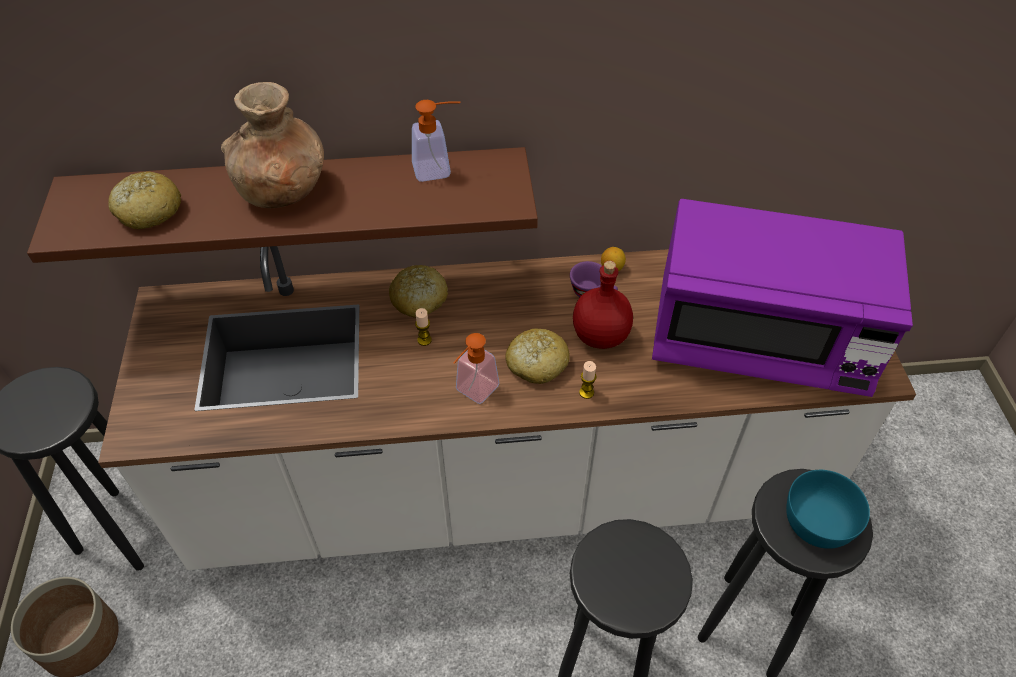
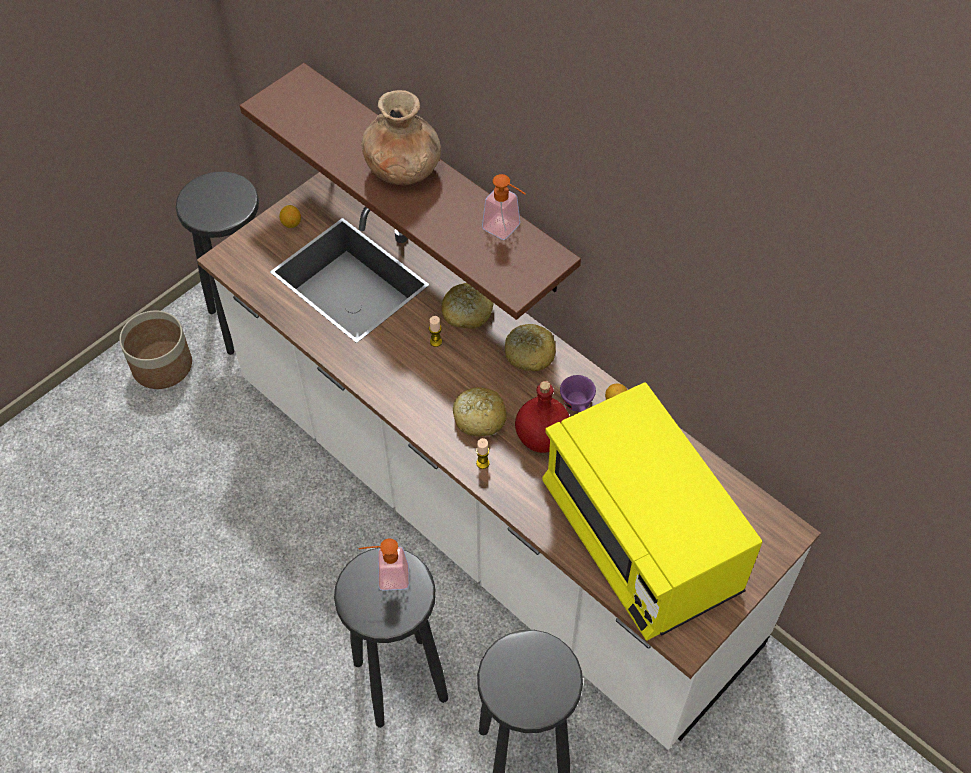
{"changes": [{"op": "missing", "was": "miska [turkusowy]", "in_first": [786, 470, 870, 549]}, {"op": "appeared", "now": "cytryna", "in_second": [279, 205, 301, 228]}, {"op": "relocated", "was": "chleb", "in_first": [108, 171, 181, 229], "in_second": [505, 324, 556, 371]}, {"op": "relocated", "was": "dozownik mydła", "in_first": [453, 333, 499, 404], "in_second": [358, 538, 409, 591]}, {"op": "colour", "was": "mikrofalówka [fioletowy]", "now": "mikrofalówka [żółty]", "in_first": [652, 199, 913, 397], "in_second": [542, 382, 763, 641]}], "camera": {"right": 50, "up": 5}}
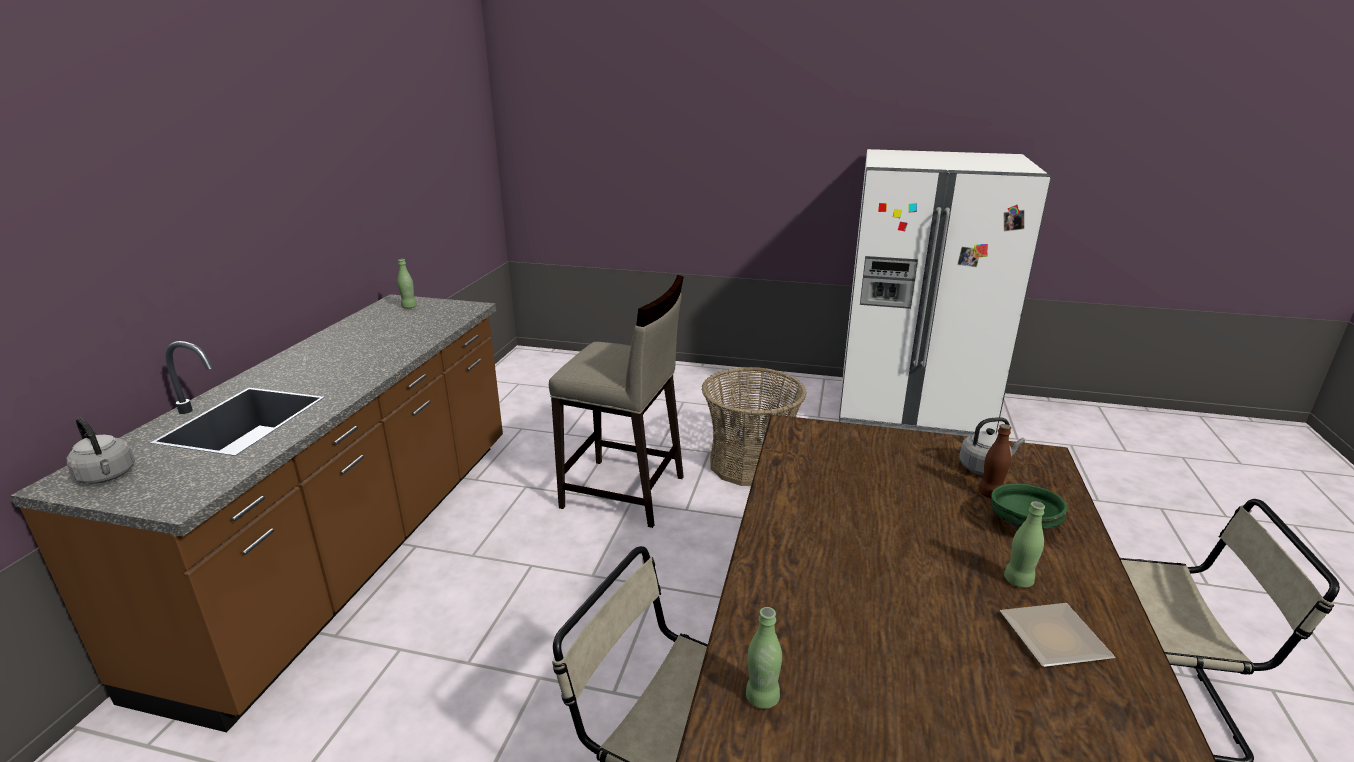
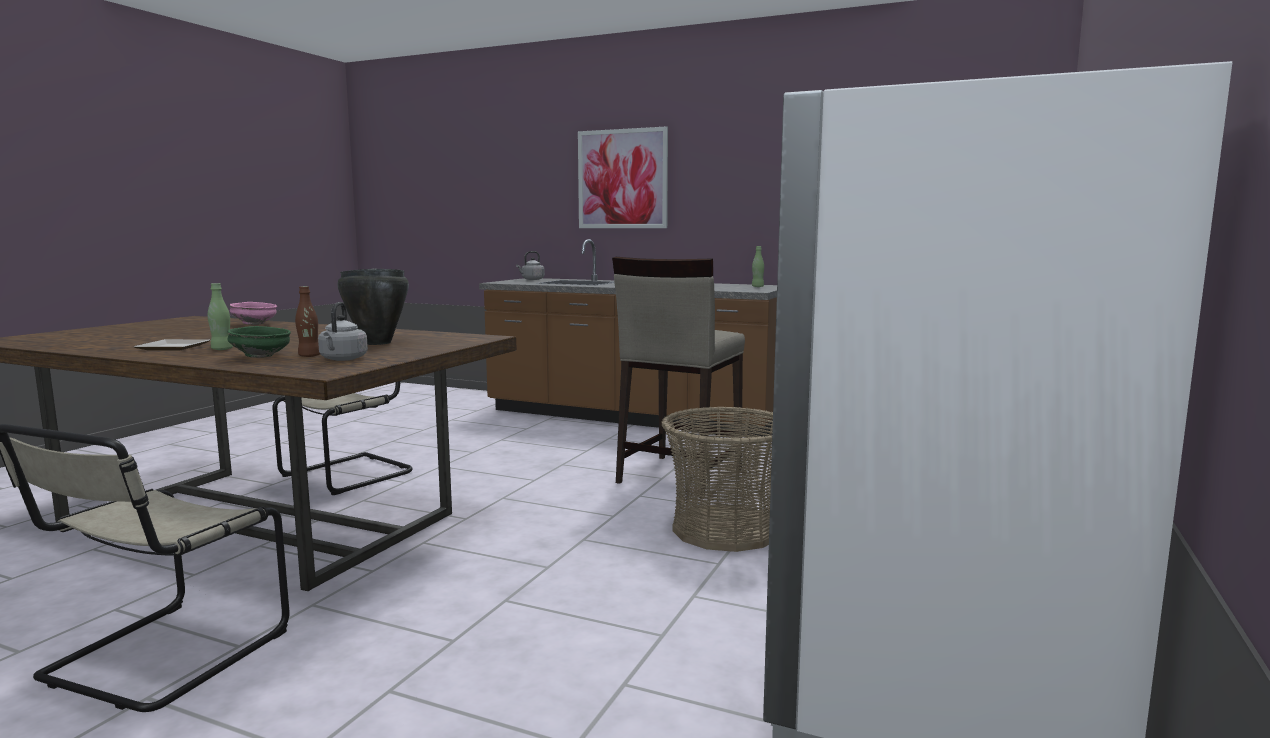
{"changes": [{"op": "appeared", "now": "garnek [czarny]", "in_second": [337, 269, 409, 345]}, {"op": "appeared", "now": "obraz", "in_second": [578, 126, 668, 228]}, {"op": "exchanged", "was": "butelka [zielony]", "now": "miska [różowy]", "in_first": [746, 607, 782, 709], "in_second": [230, 302, 277, 325]}], "camera": {"right": 100, "up": -15}}
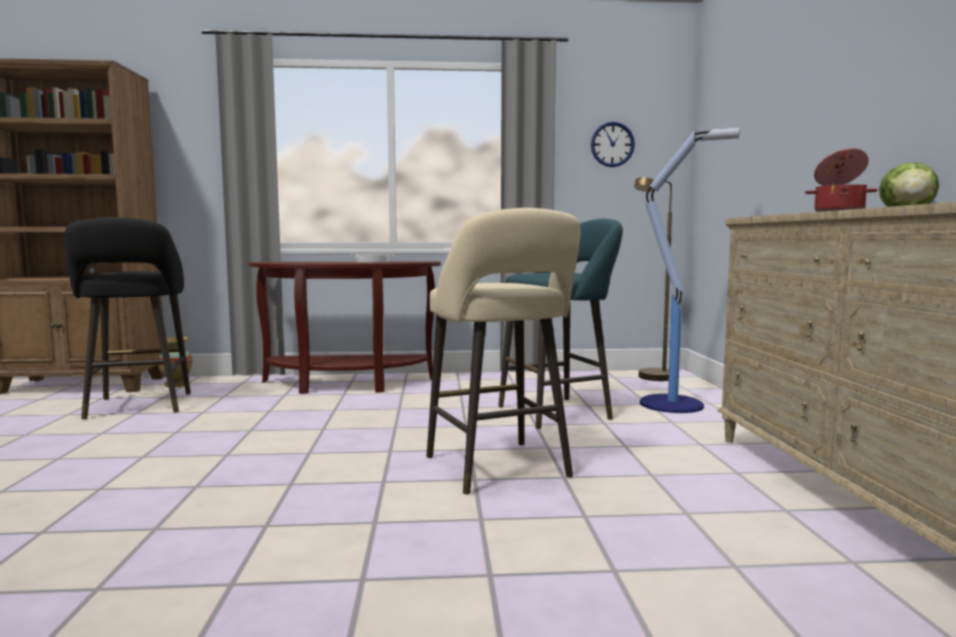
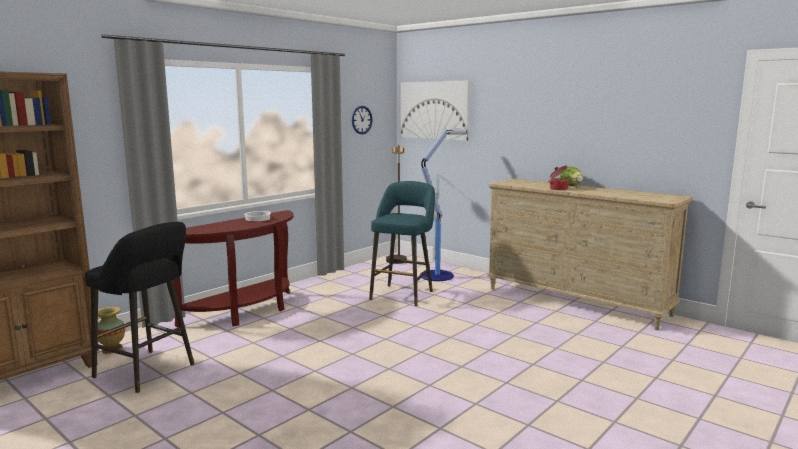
{"changes": [{"op": "missing", "was": "stołek [beżowy]", "in_first": [426, 208, 581, 494]}, {"op": "appeared", "now": "obraz", "in_second": [401, 81, 470, 141]}], "camera": {"right": -45, "up": 5}}
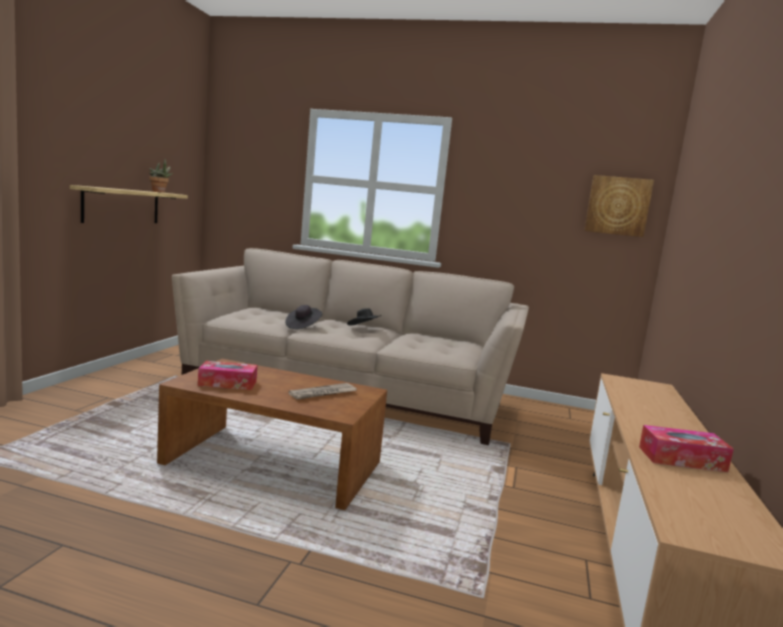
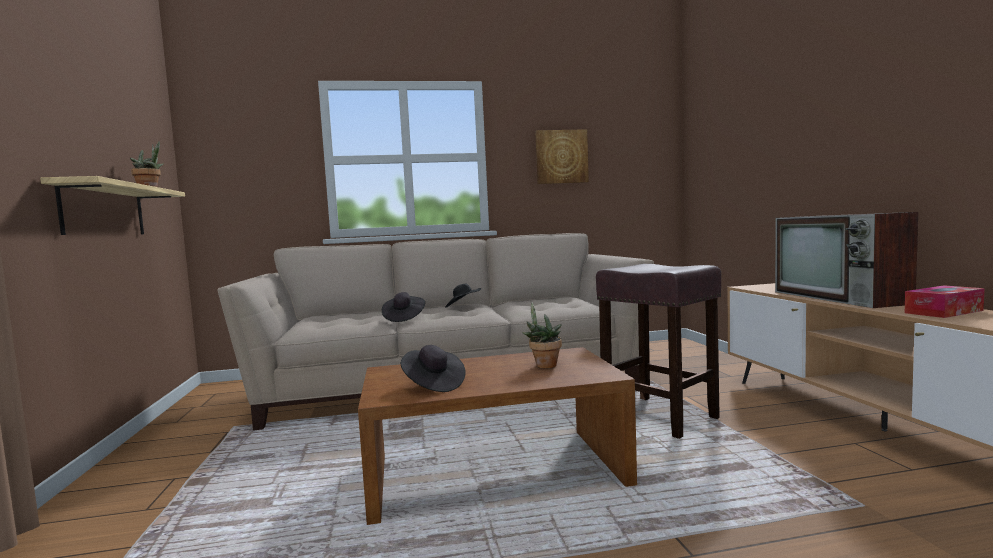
{"changes": [{"op": "appeared", "now": "stołek [brązowy]", "in_second": [596, 264, 721, 439]}, {"op": "appeared", "now": "telewizor", "in_second": [775, 212, 918, 308]}, {"op": "relocated", "was": "obraz", "in_first": [584, 175, 654, 237], "in_second": [535, 129, 589, 184]}, {"op": "exchanged", "was": "pudełko chusteczek", "now": "kapelusz [czarny]", "in_first": [198, 361, 257, 390], "in_second": [401, 345, 466, 392]}, {"op": "exchanged", "was": "gazeta", "now": "roślina doniczkowa", "in_first": [289, 383, 357, 400], "in_second": [522, 302, 562, 368]}], "camera": {"right": -25, "up": -5}}
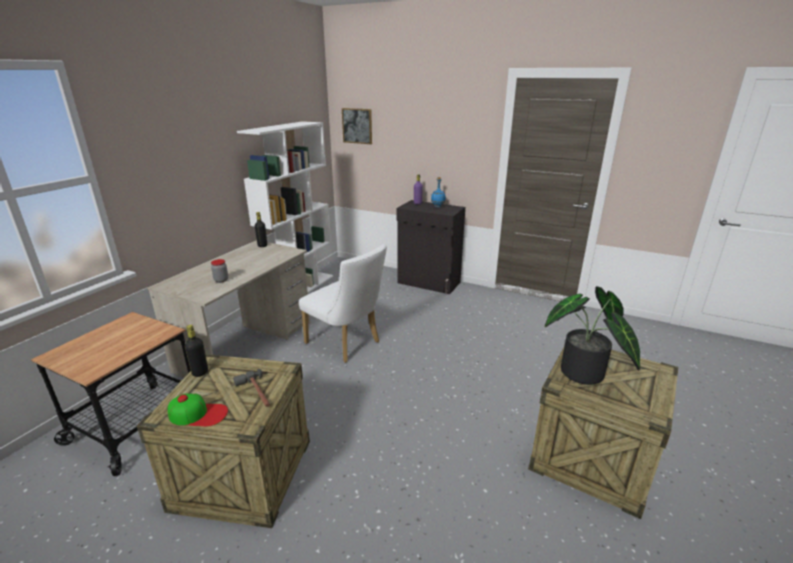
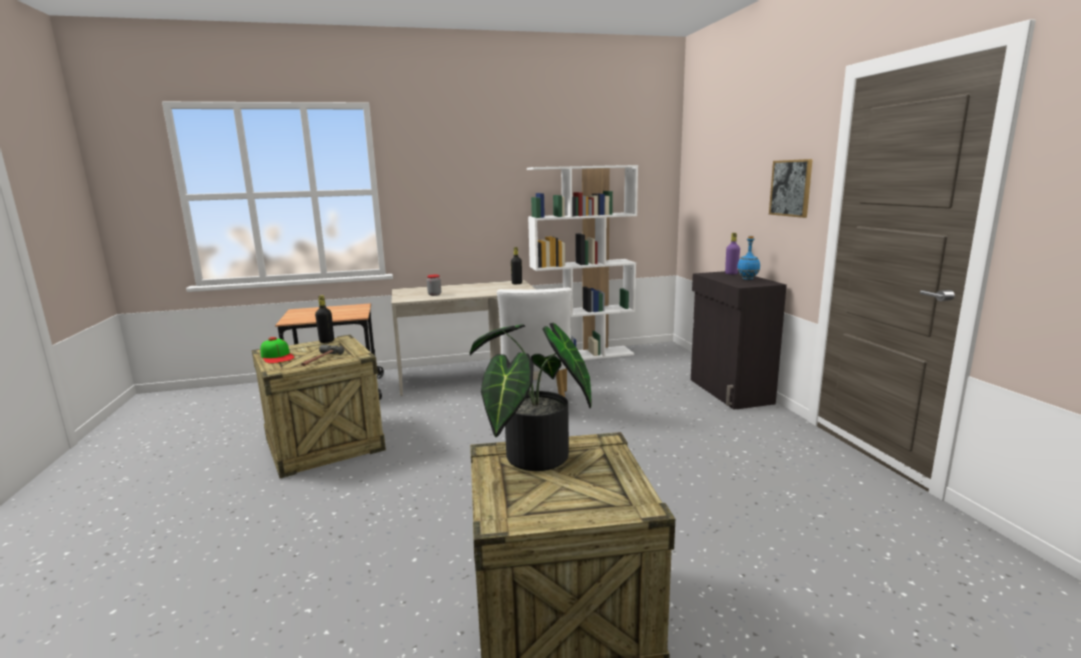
{"changes": [{"op": "relocated", "was": "obraz", "in_first": [342, 108, 372, 144], "in_second": [769, 159, 813, 218]}], "camera": {"right": 50, "up": -10}}
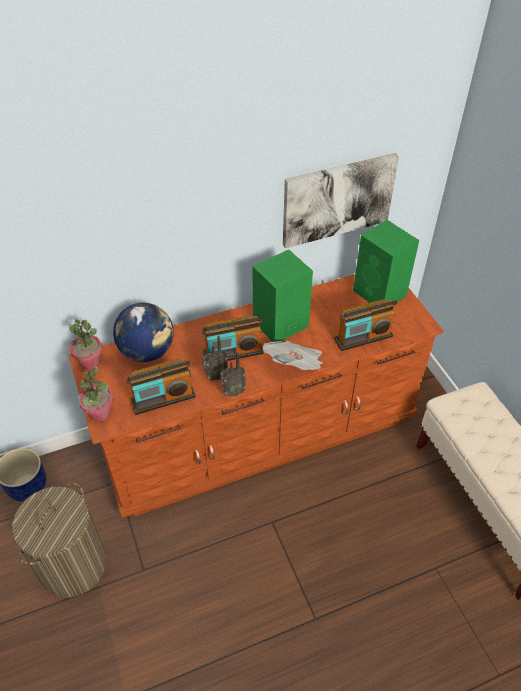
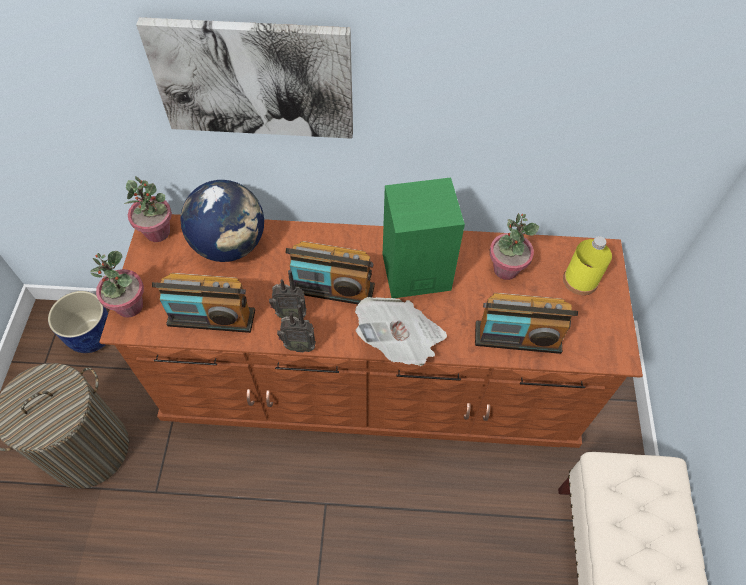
{"changes": [{"op": "appeared", "now": "roślina doniczkowa", "in_second": [490, 213, 539, 280]}, {"op": "relocated", "was": "obraz", "in_first": [283, 153, 399, 248], "in_second": [136, 17, 353, 139]}, {"op": "exchanged", "was": "głośnik [zielony]", "now": "butelka [żółty]", "in_first": [353, 220, 419, 303], "in_second": [563, 236, 612, 295]}], "camera": {"right": 25, "up": 10}}
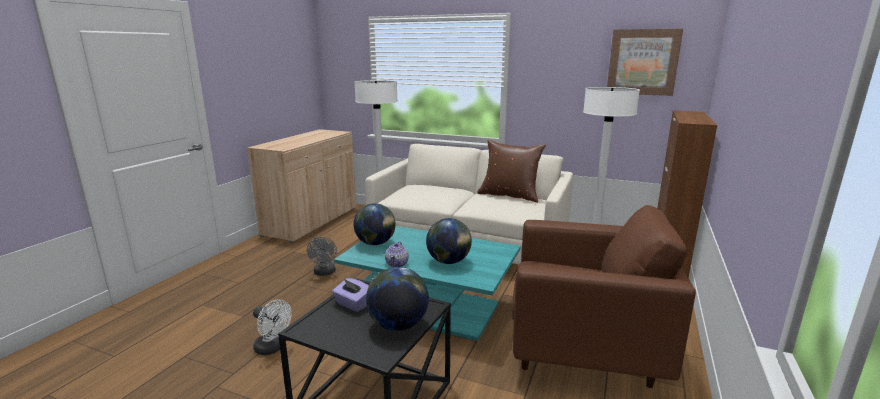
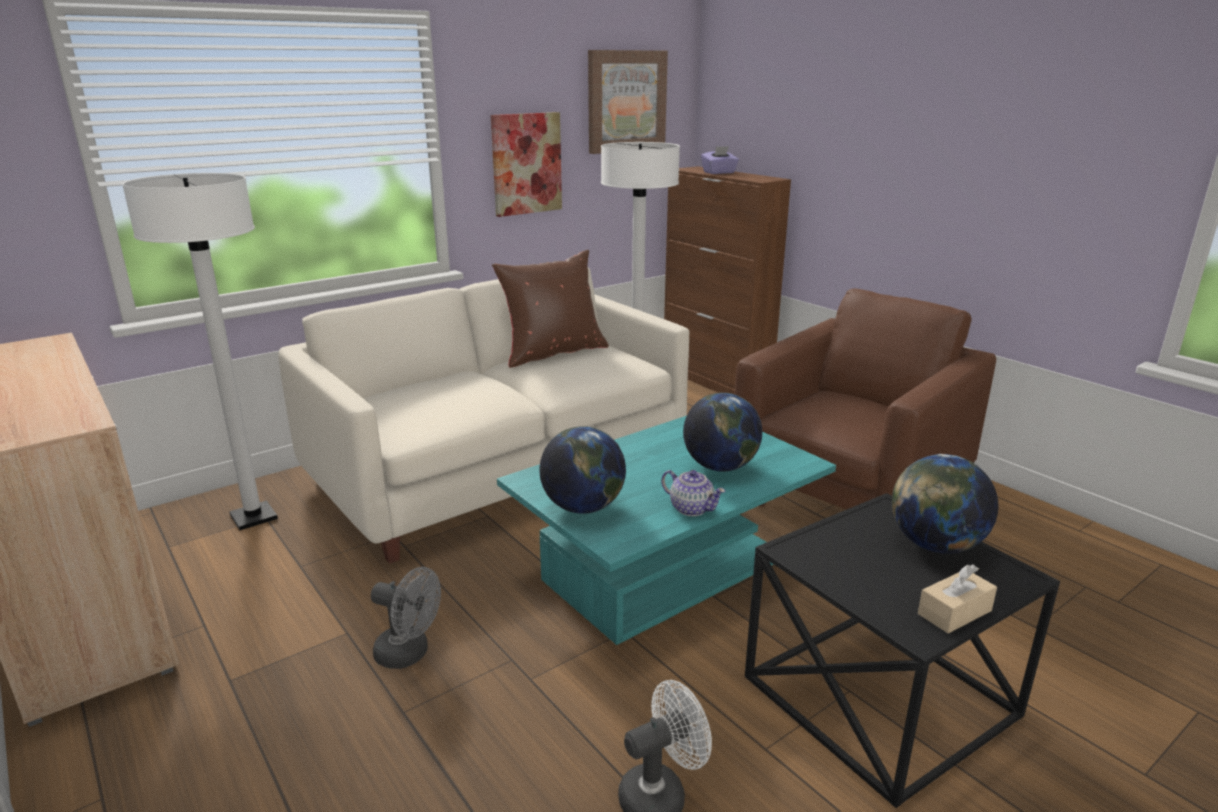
{"changes": [{"op": "appeared", "now": "obraz", "in_second": [491, 112, 562, 217]}, {"op": "appeared", "now": "pudełko chusteczek [beżowy]", "in_second": [918, 564, 997, 633]}, {"op": "relocated", "was": "pudełko chusteczek [fioletowy]", "in_first": [332, 278, 369, 312], "in_second": [701, 146, 739, 174]}], "camera": {"right": -60, "up": 5}}
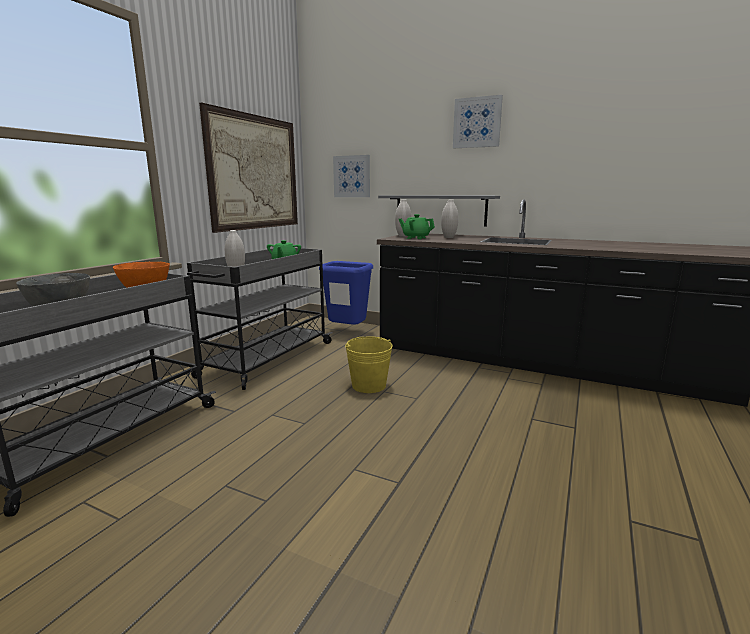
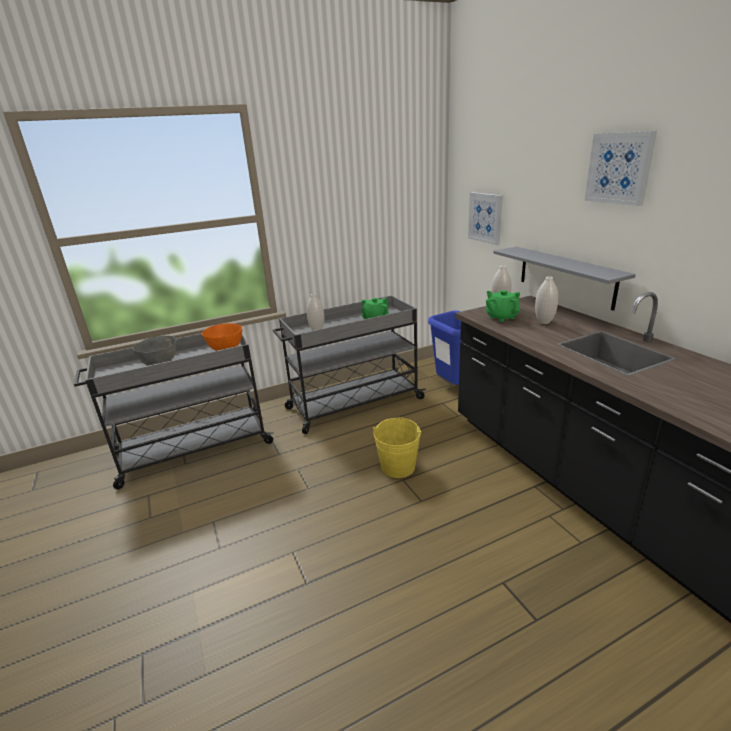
{"changes": [{"op": "missing", "was": "obraz", "in_first": [199, 103, 298, 233]}], "camera": {"right": 40, "up": 10}}
